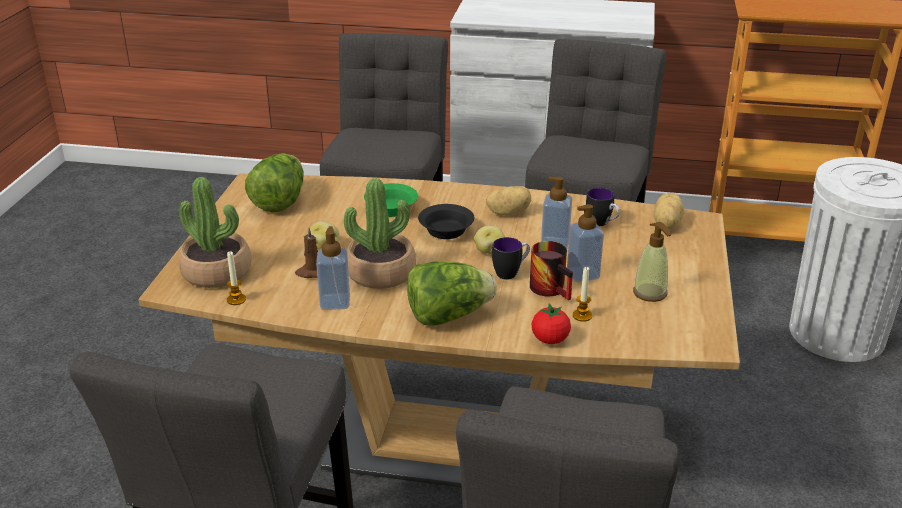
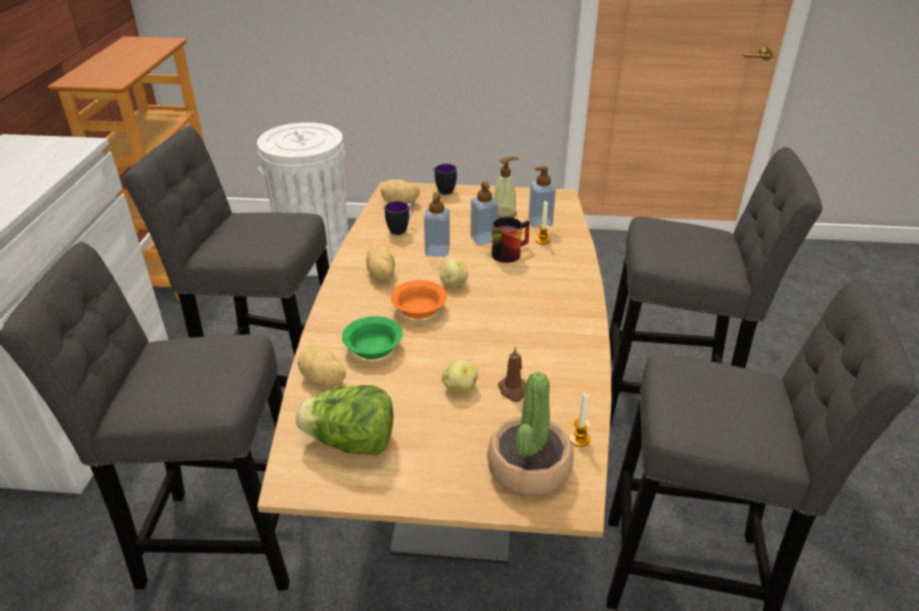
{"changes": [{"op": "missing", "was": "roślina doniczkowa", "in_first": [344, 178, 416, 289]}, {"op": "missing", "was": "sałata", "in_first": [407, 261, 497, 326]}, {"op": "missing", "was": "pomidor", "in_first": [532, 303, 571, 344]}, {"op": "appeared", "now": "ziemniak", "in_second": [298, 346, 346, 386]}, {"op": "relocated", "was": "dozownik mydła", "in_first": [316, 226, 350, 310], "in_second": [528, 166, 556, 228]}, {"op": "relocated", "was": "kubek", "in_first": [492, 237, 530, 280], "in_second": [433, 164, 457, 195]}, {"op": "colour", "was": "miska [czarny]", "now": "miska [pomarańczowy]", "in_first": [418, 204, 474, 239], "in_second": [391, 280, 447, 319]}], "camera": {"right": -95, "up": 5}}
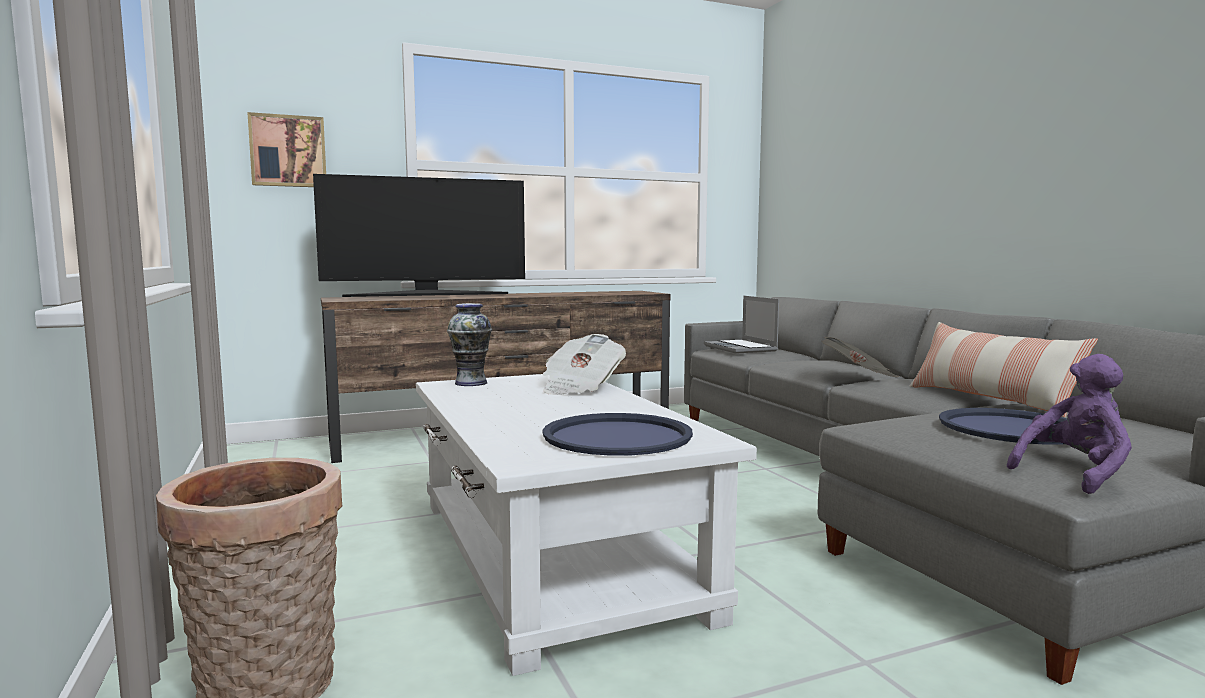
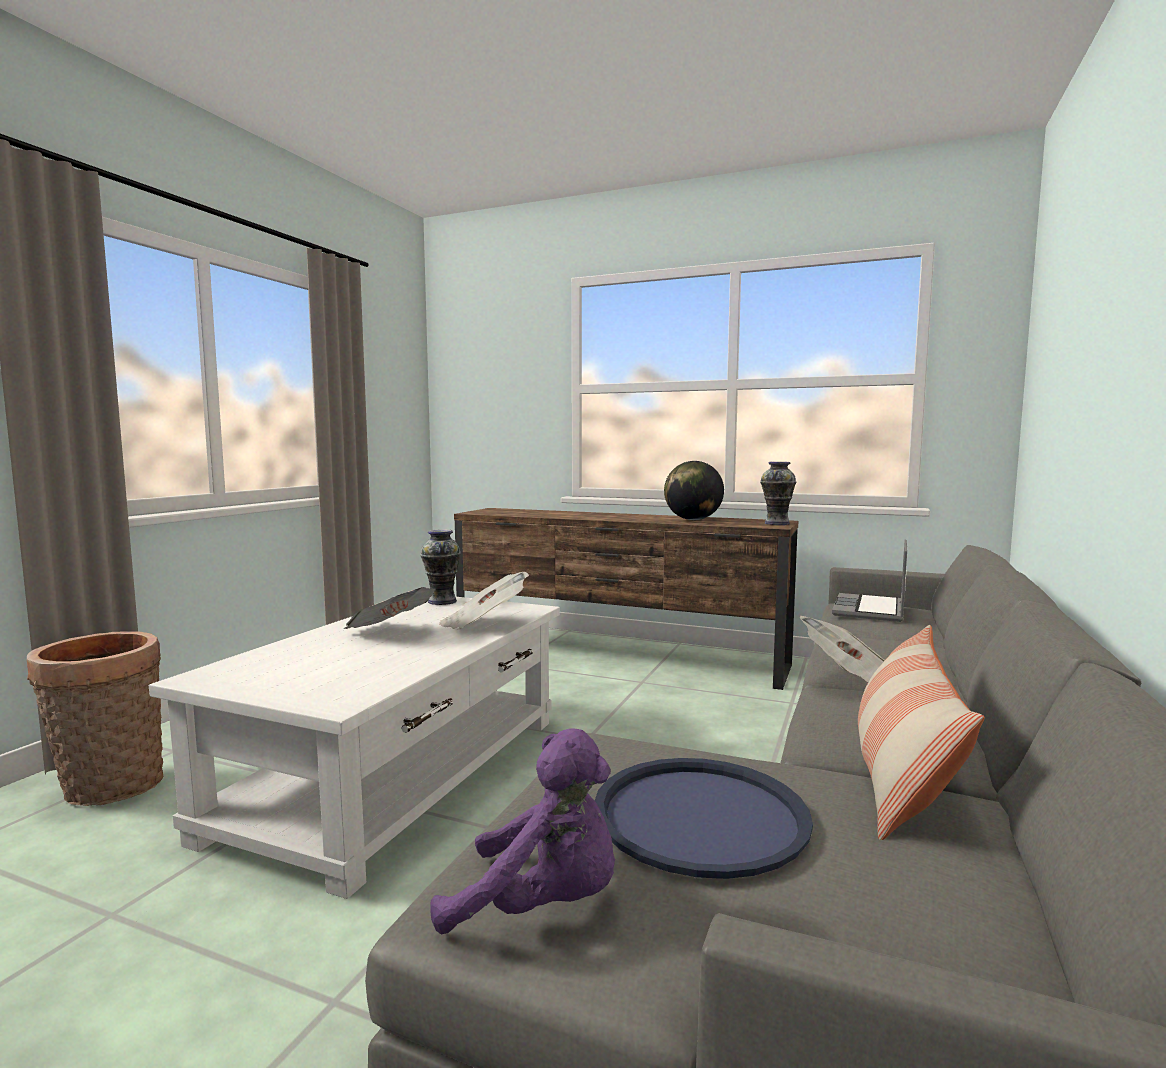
{"changes": [{"op": "missing", "was": "obraz", "in_first": [247, 112, 326, 187]}, {"op": "missing", "was": "telewizor", "in_first": [313, 174, 525, 297]}, {"op": "missing", "was": "taca [niebieski]", "in_first": [542, 413, 693, 456]}, {"op": "appeared", "now": "gazeta", "in_second": [344, 587, 436, 629]}, {"op": "appeared", "now": "globus", "in_second": [664, 461, 724, 520]}, {"op": "appeared", "now": "wazon", "in_second": [760, 461, 796, 525]}], "camera": {"right": 45, "up": 0}}
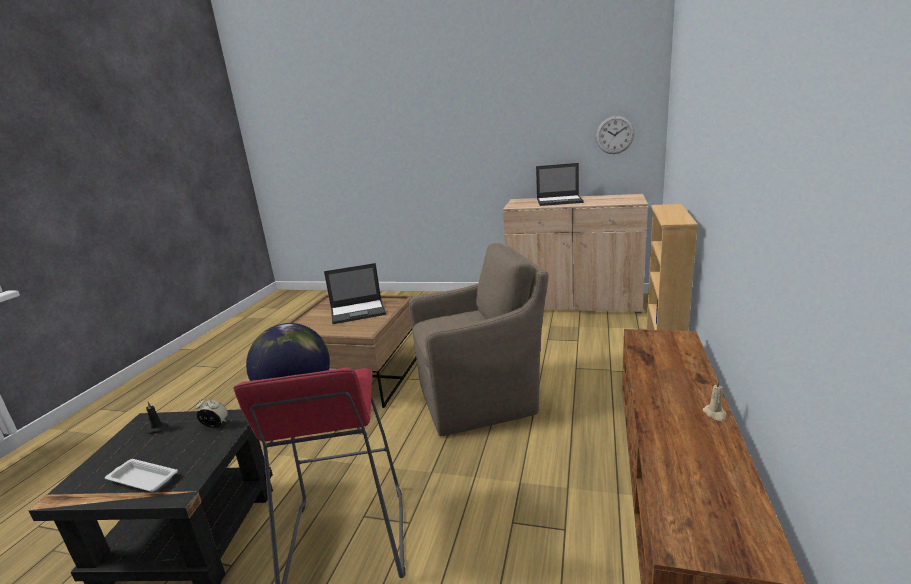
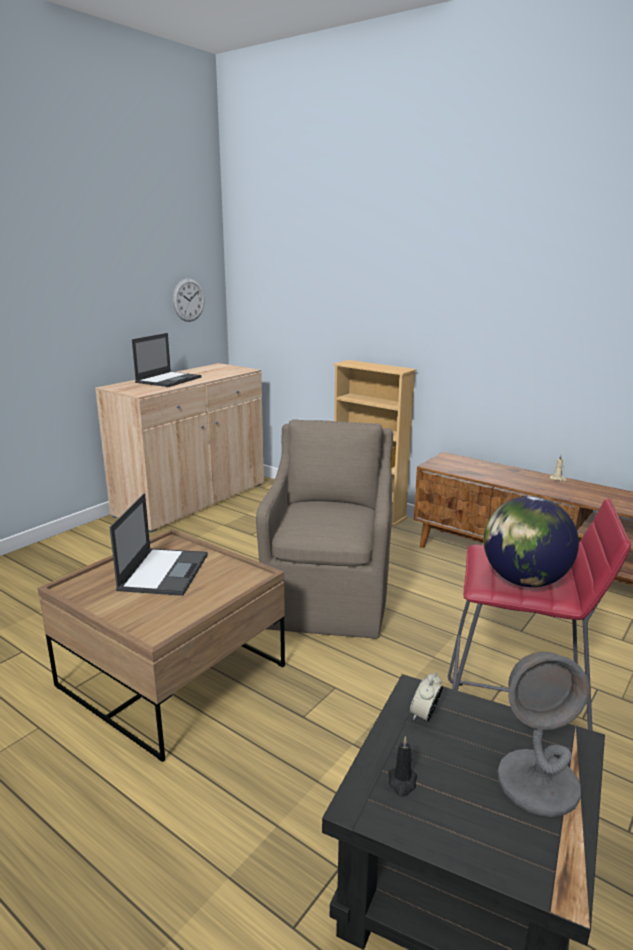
{"changes": [{"op": "exchanged", "was": "taca [biały]", "now": "lampa stołowa [szary]", "in_first": [105, 459, 178, 492], "in_second": [497, 652, 589, 817]}], "camera": {"right": -70, "up": 0}}
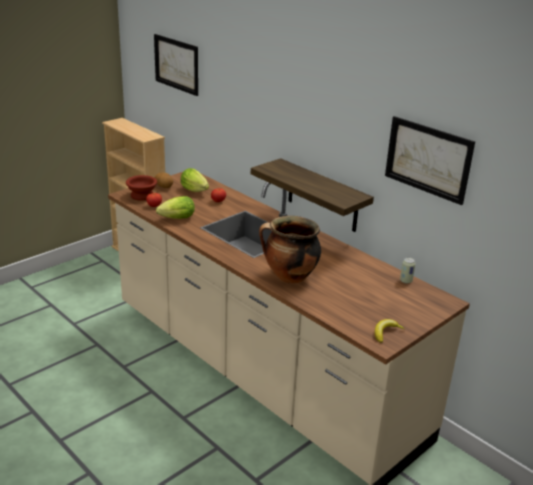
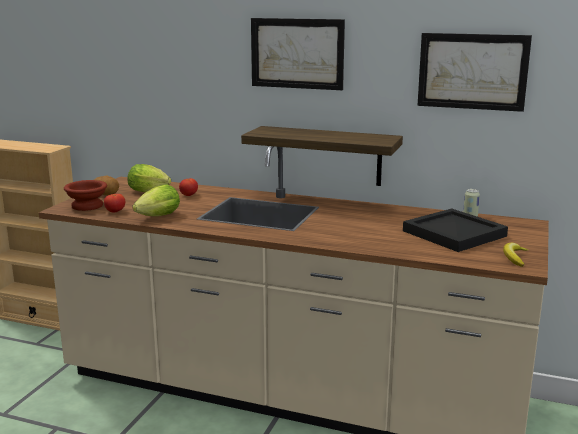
{"changes": [{"op": "missing", "was": "garnek", "in_first": [259, 216, 321, 284]}, {"op": "appeared", "now": "taca [czarny]", "in_second": [403, 209, 508, 252]}, {"op": "relocated", "was": "obraz", "in_first": [154, 34, 198, 96], "in_second": [251, 18, 345, 90]}], "camera": {"right": -25, "up": -10}}
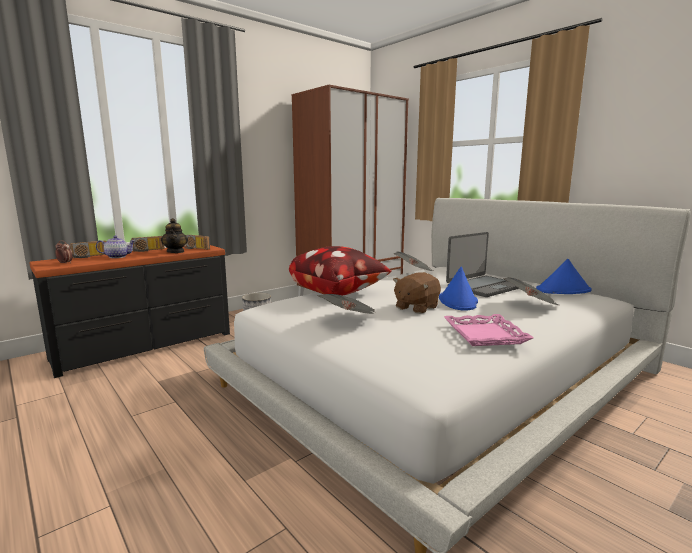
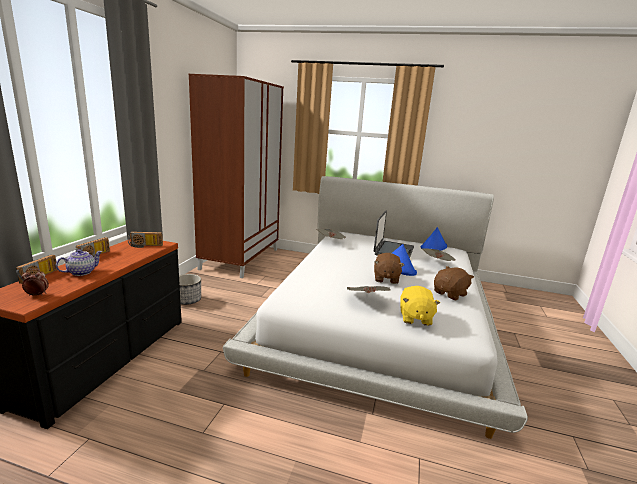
{"changes": [{"op": "missing", "was": "imbryk", "in_first": [161, 218, 188, 253]}, {"op": "missing", "was": "poduszka", "in_first": [289, 246, 391, 295]}, {"op": "appeared", "now": "pluszak [żółty]", "in_second": [400, 286, 440, 326]}, {"op": "exchanged", "was": "taca [różowy]", "now": "pluszak [brązowy]", "in_first": [444, 314, 534, 346], "in_second": [434, 266, 474, 300]}], "camera": {"right": -35, "up": 5}}
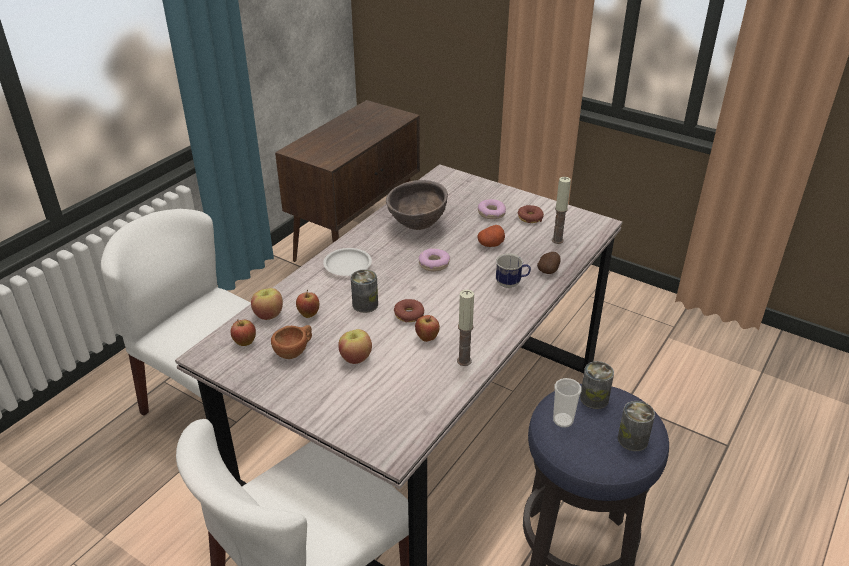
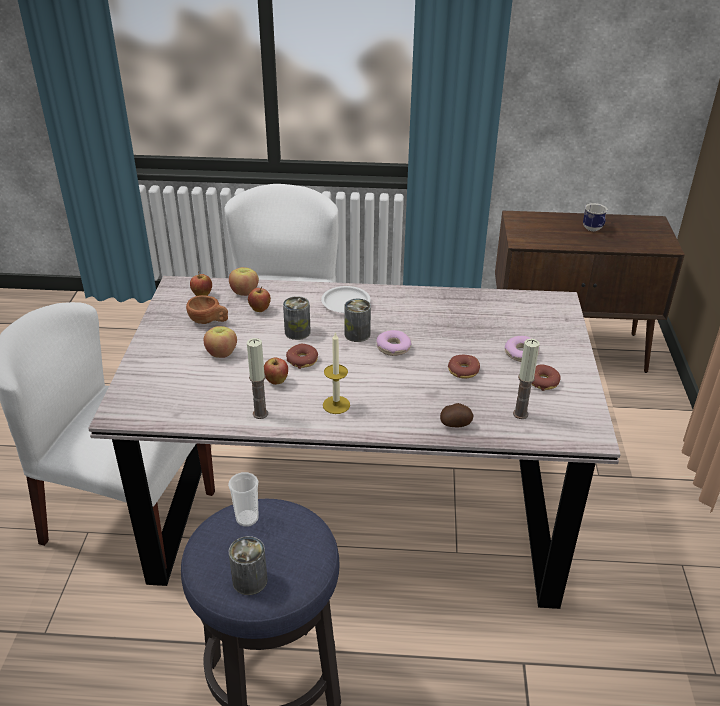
{"changes": [{"op": "missing", "was": "miska [brązowy]", "in_first": [386, 180, 448, 230]}, {"op": "appeared", "now": "świeca", "in_second": [323, 332, 350, 414]}, {"op": "relocated", "was": "kubek", "in_first": [496, 253, 531, 288], "in_second": [583, 203, 607, 231]}, {"op": "relocated", "was": "puszka", "in_first": [580, 361, 614, 409], "in_second": [344, 299, 371, 342]}, {"op": "exchanged", "was": "ziemniak", "now": "donut", "in_first": [477, 225, 505, 247], "in_second": [448, 355, 480, 378]}], "camera": {"right": 60, "up": 0}}
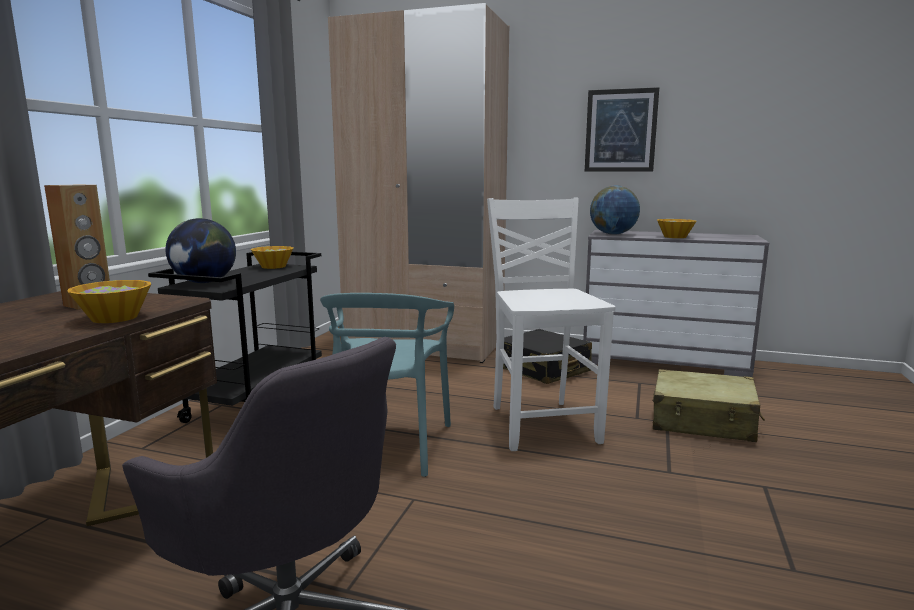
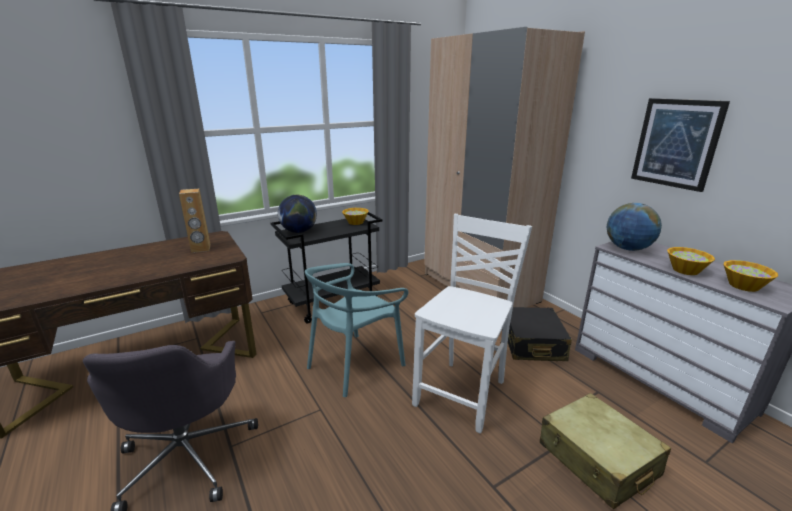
{"changes": [{"op": "relocated", "was": "miska", "in_first": [67, 280, 151, 323], "in_second": [724, 260, 778, 292]}], "camera": {"right": 40, "up": 10}}
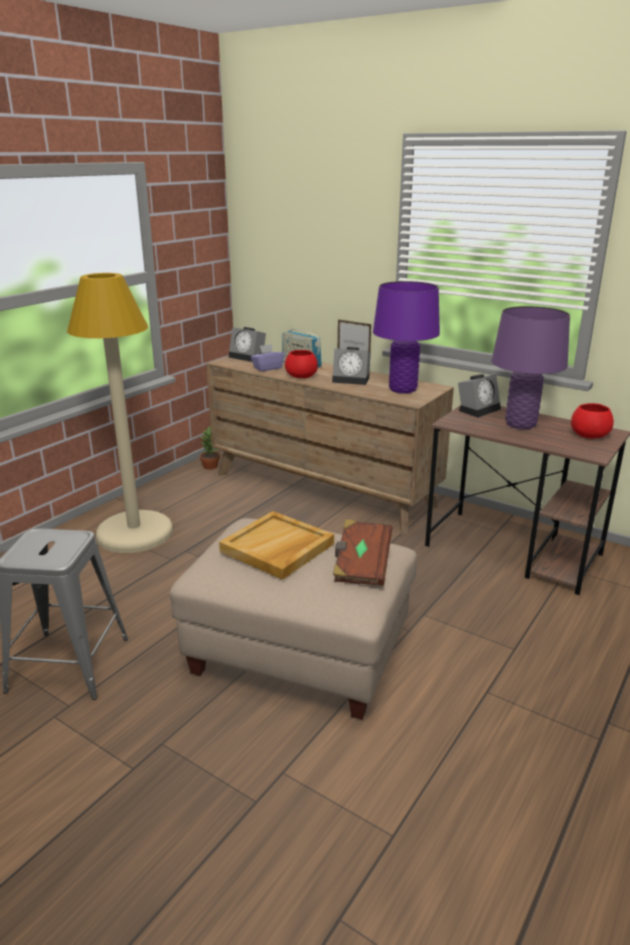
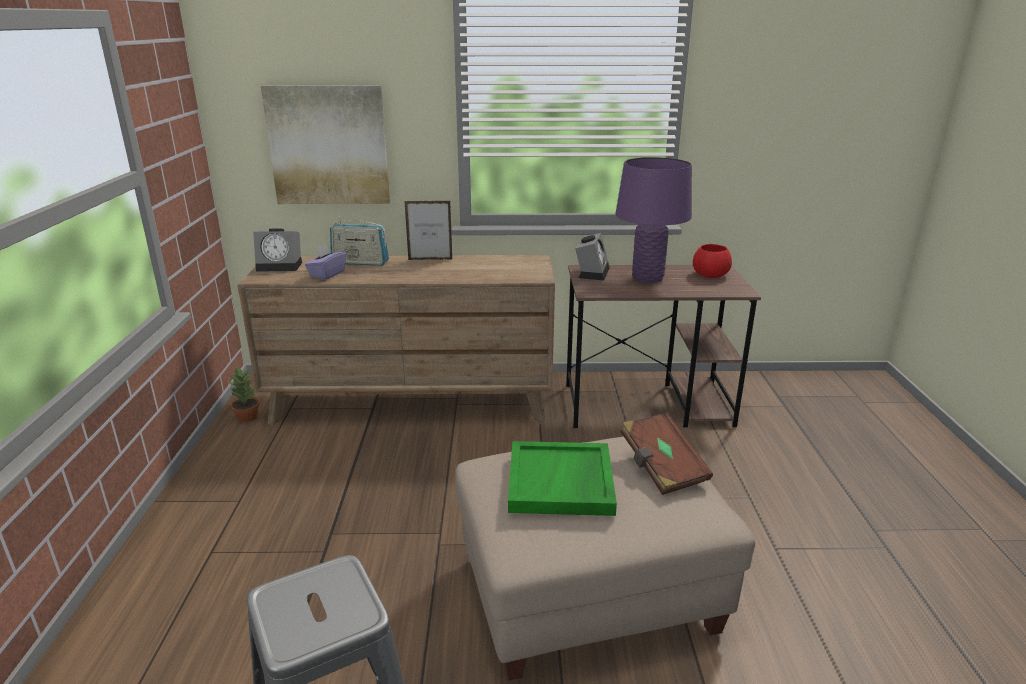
{"changes": [{"op": "missing", "was": "lampa stojąca [beżowy]", "in_first": [67, 273, 173, 553]}, {"op": "missing", "was": "miska [czerwony]", "in_first": [285, 350, 318, 378]}, {"op": "missing", "was": "budzik", "in_first": [332, 347, 371, 385]}, {"op": "missing", "was": "lampa stołowa [fioletowy]", "in_first": [373, 281, 440, 393]}, {"op": "appeared", "now": "obraz", "in_second": [261, 85, 390, 204]}, {"op": "colour", "was": "taca [beżowy]", "now": "taca [zielony]", "in_first": [219, 511, 334, 580], "in_second": [508, 441, 617, 516]}], "camera": {"right": -35, "up": 0}}
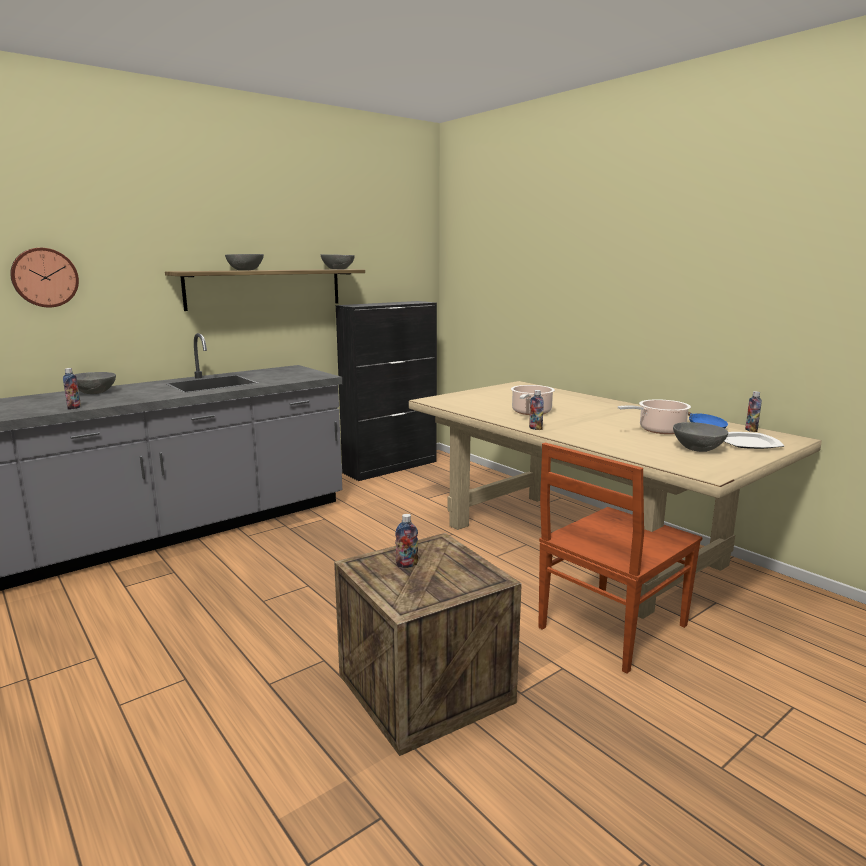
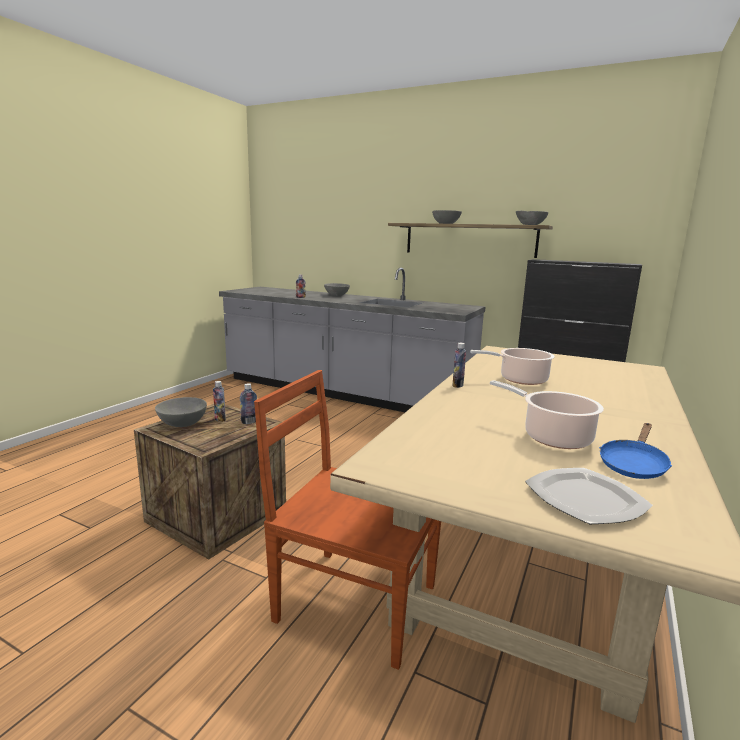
{"changes": [{"op": "missing", "was": "zegar ścienny", "in_first": [10, 248, 79, 307]}, {"op": "relocated", "was": "miska [szary]", "in_first": [673, 422, 728, 452], "in_second": [155, 397, 207, 427]}, {"op": "relocated", "was": "butelka", "in_first": [745, 391, 762, 432], "in_second": [240, 383, 257, 424]}], "camera": {"right": 65, "up": 0}}
